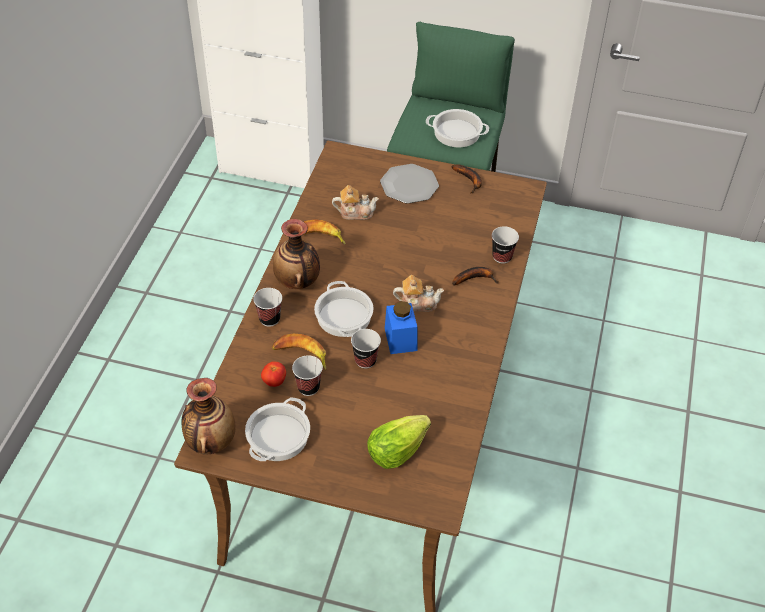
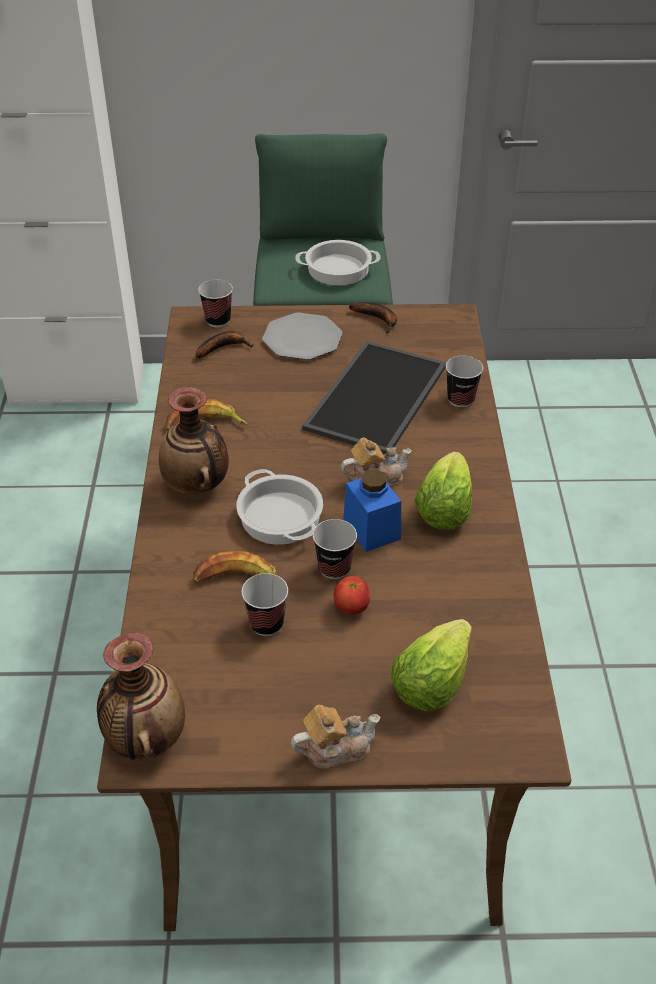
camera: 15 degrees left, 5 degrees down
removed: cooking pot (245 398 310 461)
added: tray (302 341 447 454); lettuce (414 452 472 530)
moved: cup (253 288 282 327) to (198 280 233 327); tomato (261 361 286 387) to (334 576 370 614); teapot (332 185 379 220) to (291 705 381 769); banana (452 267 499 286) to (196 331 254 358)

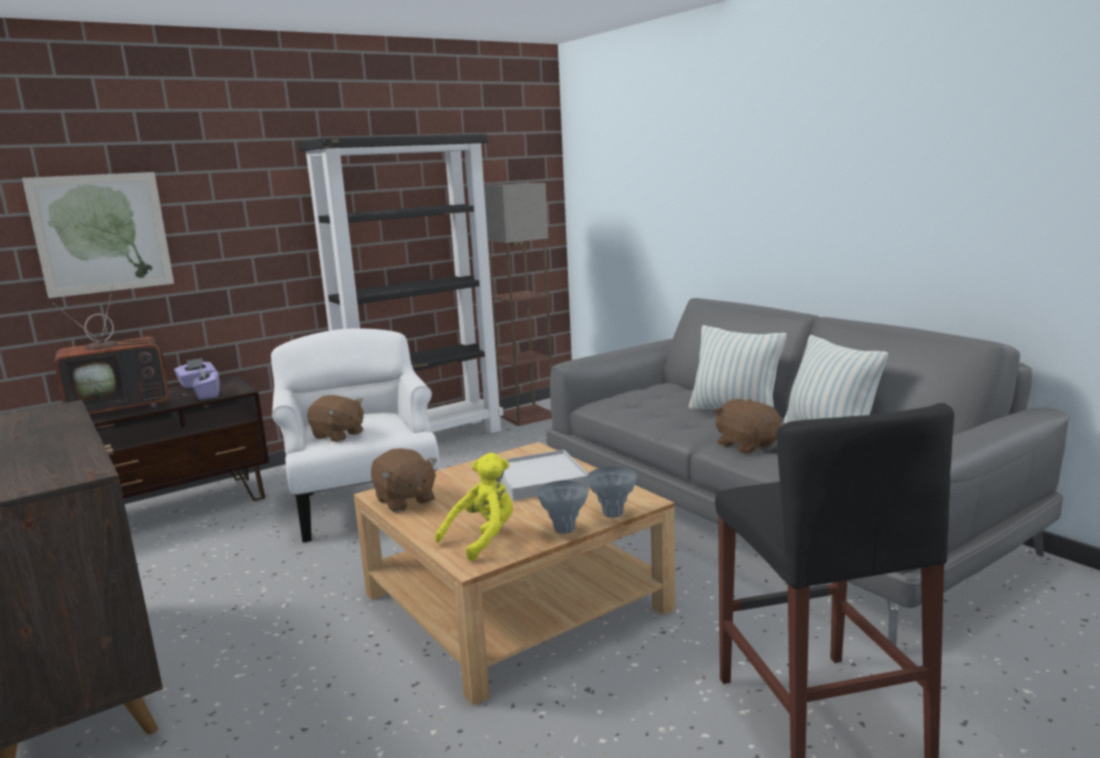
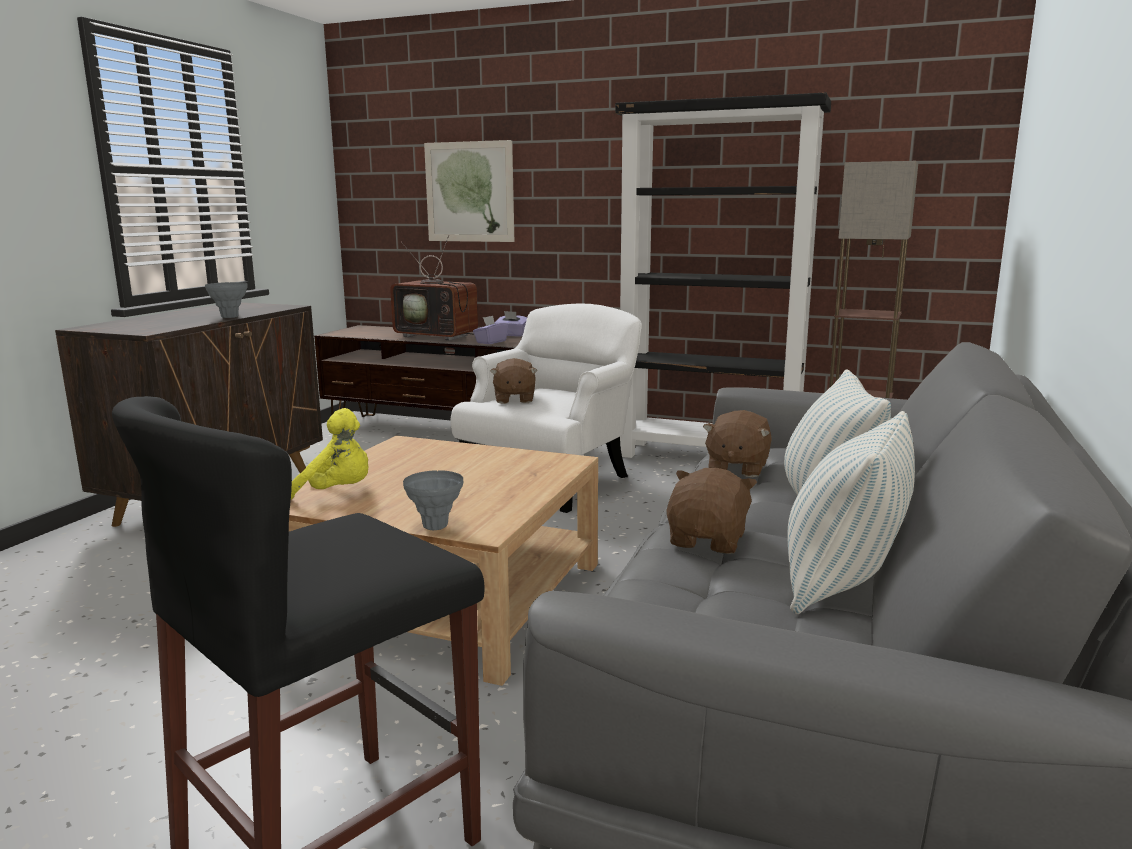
camera: 55 degrees right, 0 degrees up
removed: white tray (501 450 590 501)
moved: brown plush toy (371 448 437 512) to (703 410 772 477); grey vase (537 480 588 534) to (205 282 248 318)

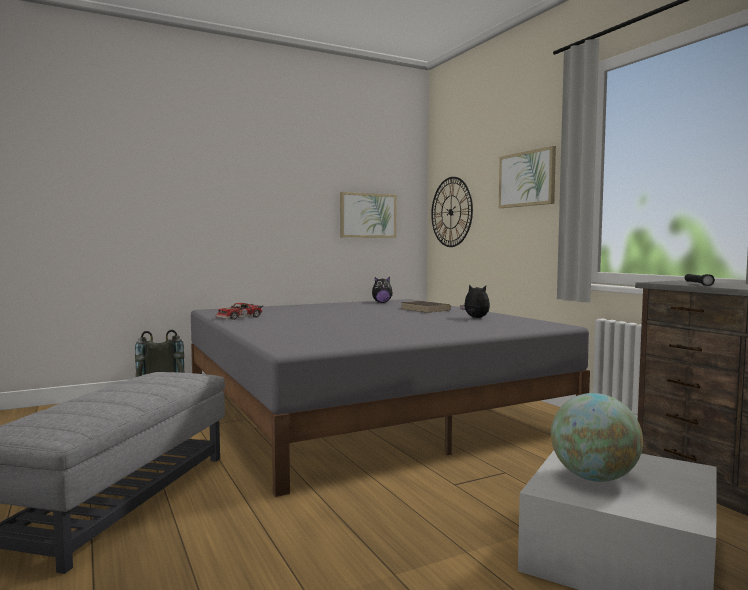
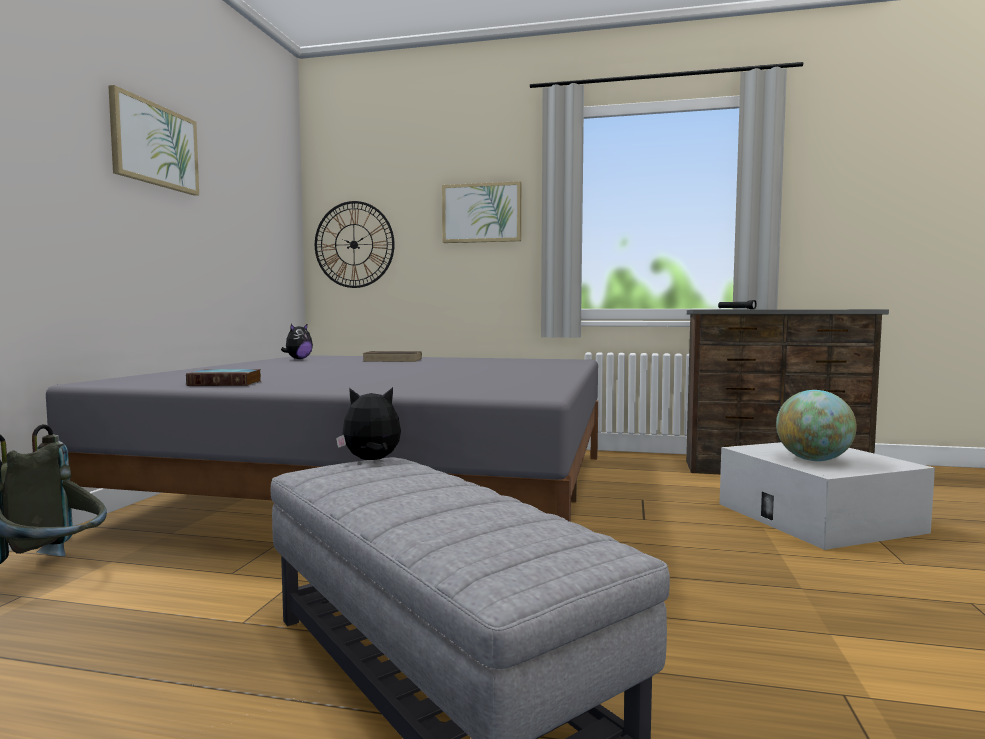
camera: 50 degrees left, 0 degrees up
moved: picture (340 192 396 238) to (108 85 199 196); plush toy (460 284 490 318) to (336 387 401 460)
replaced: toy car (215 303 263 320) to book (186 369 261 386)

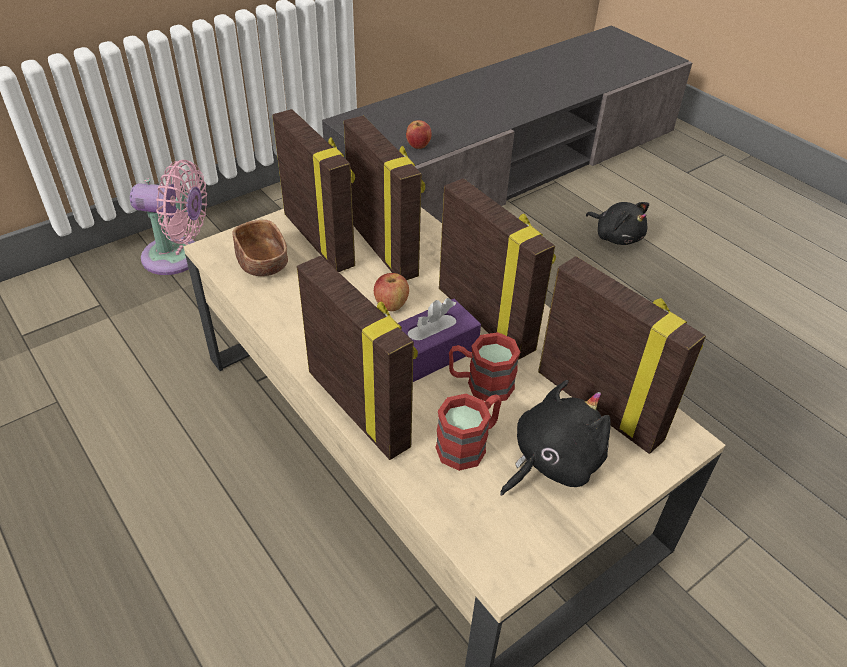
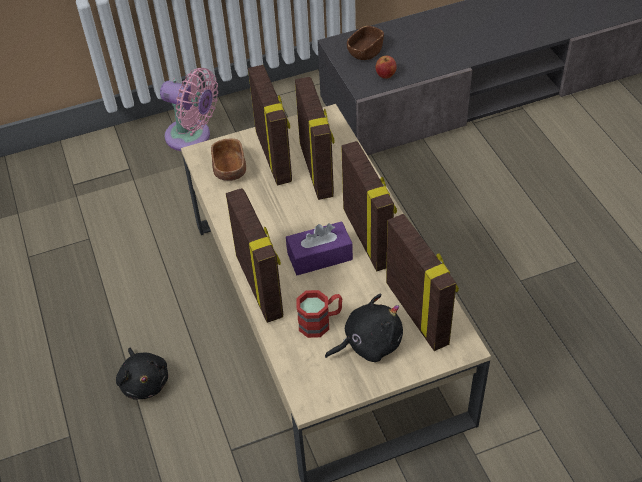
camera: 20 degrees right, 5 degrees up
removed: apple (374 273 409 311); red mug (449 332 520 401)
added: brown bowl (347 26 384 60)
moved: black plush toy (586 202 649 245) to (116 347 168 400)

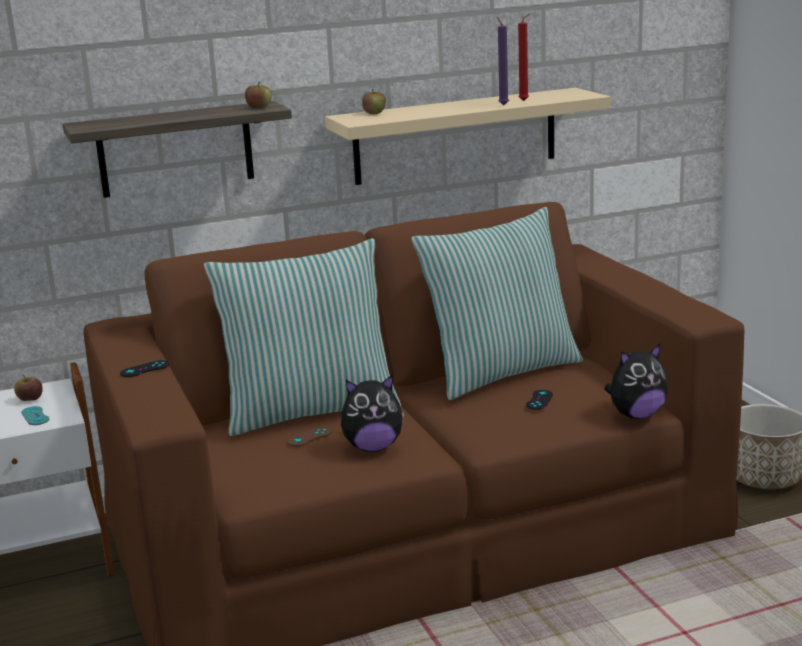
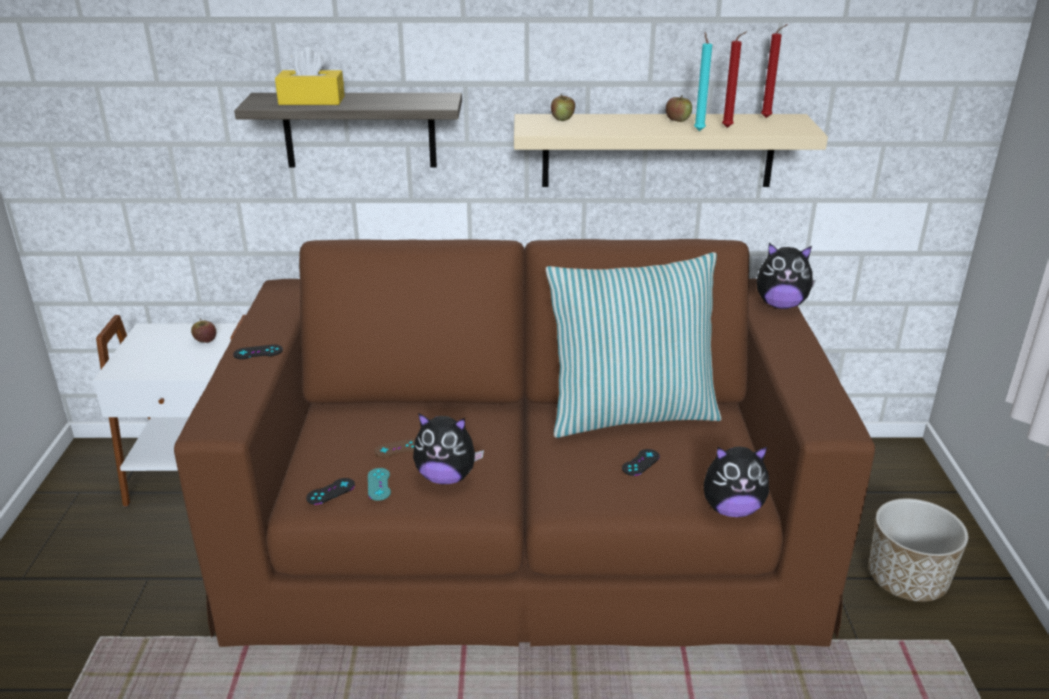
camera: 20 degrees right, 10 degrees up
removed: pillow (204 238 401 436)
added: yellow tissue box (275 47 345 105); black game controller (306 478 355 505); plush toy (756 243 816 309); red candle (761 24 788 118)
moved: turquoise game controller (21 406 49 425) to (368 468 391 501); apple (245 82 272 108) to (666 95 692 122)
recoloured: purple candle (497 17 509 105) to turquoise candle (694 32 712 131)

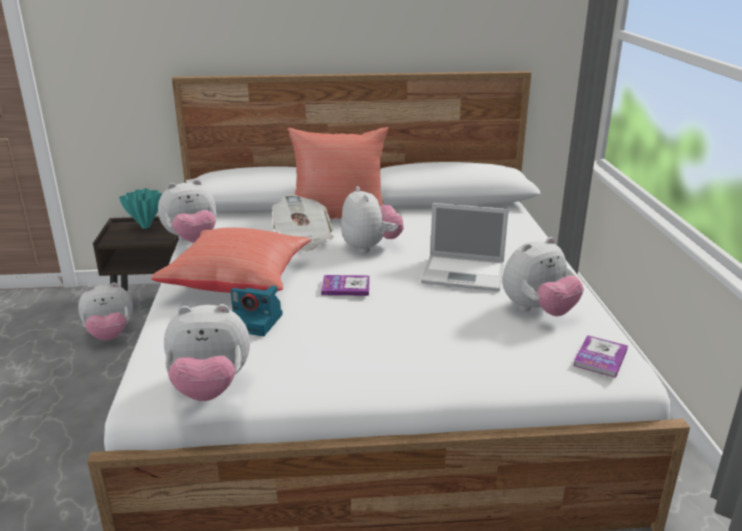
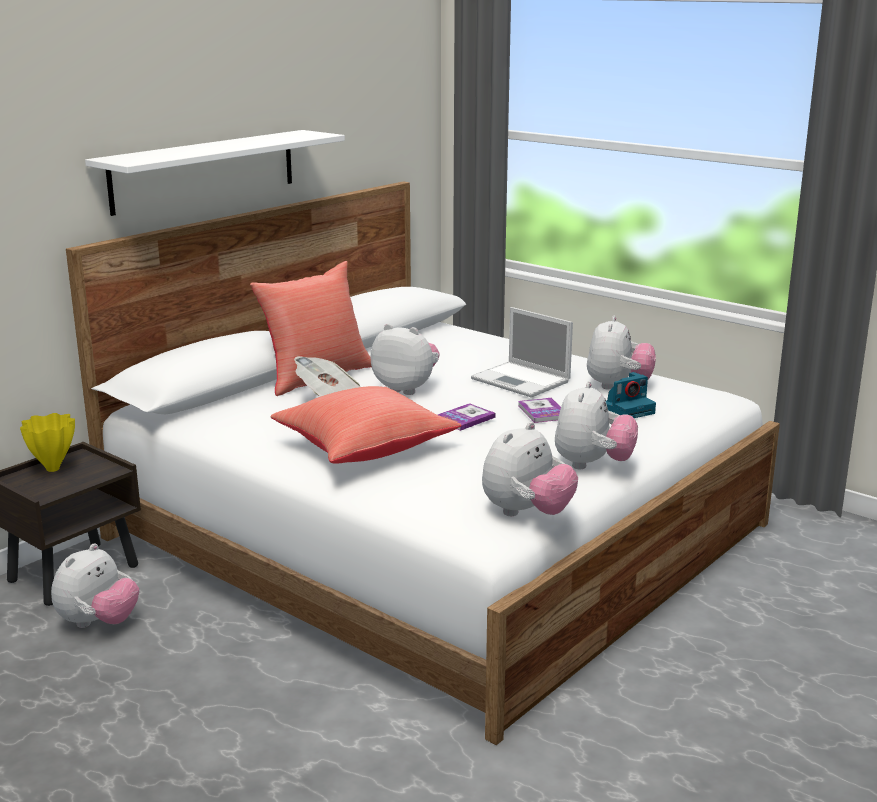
camera: 45 degrees left, 5 degrees down
added: white shelf (85 130 345 216)
moved: plush toy (158 179 216 242) to (555 381 638 469); photo camera (231 286 283 337) to (606 372 656 418); book (573 335 628 378) to (518 398 561 423)
recoloured: turquoise vase (119 188 162 229) to yellow vase (20 413 75 472)
turned: laptop (421 203 509 291) = (471 307 573 398) 75 degrees clockwise

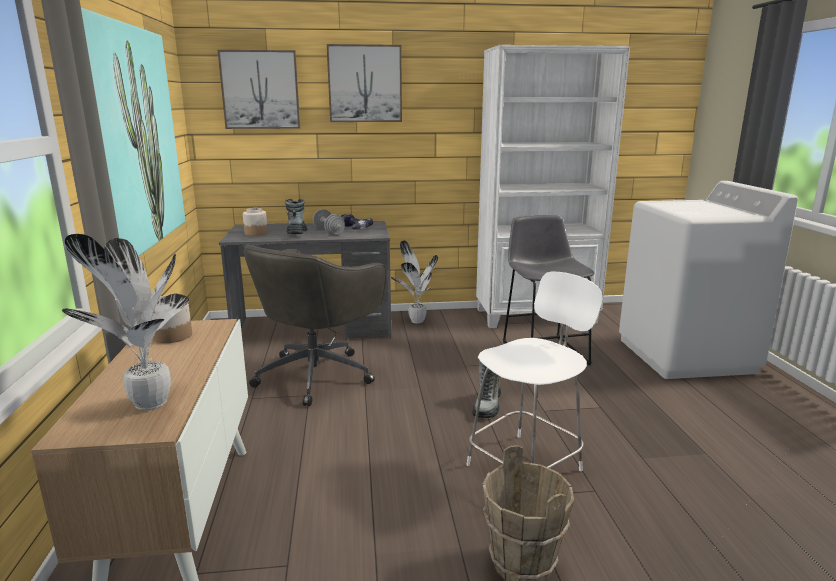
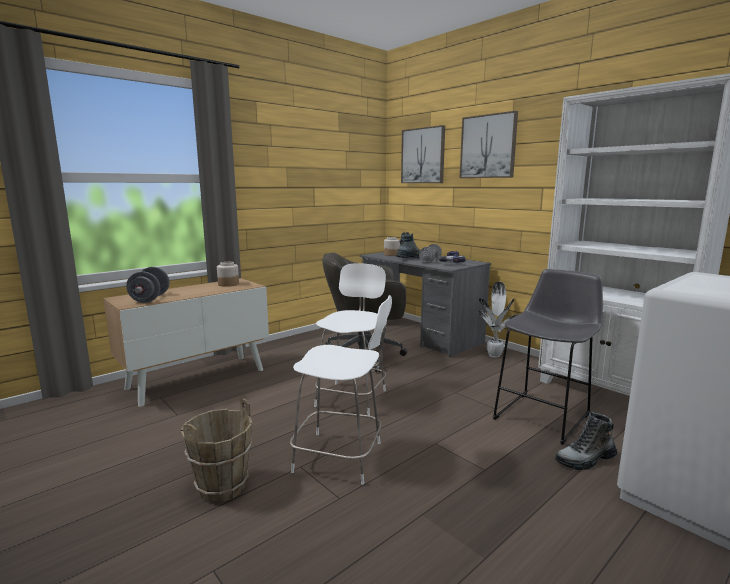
camera: 55 degrees right, 5 degrees down
removed: picture (81 8 186 256)
added: white stool (314 263 386 416)
moved: boot (472 361 502 418) to (555 411 617 470)
replaced: potted plant (62 234 189 411) to grey dumbbell (126 267 170 303)

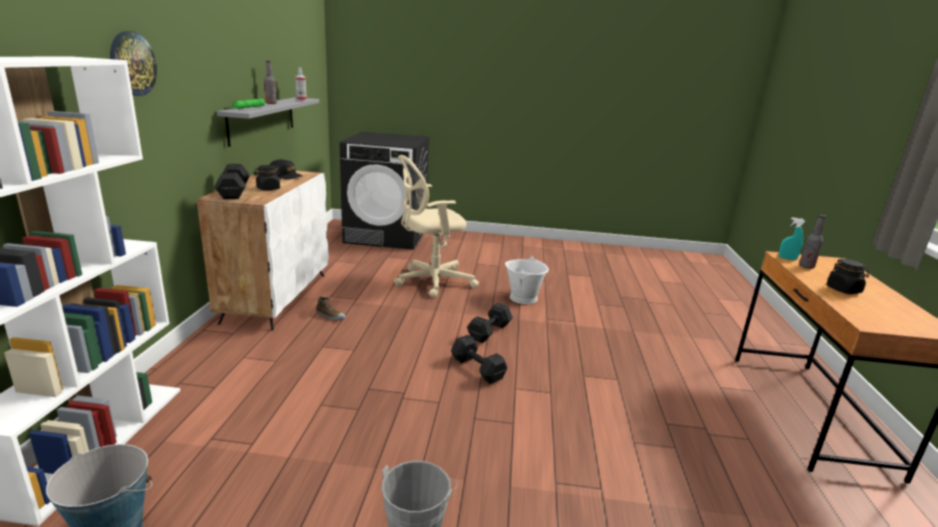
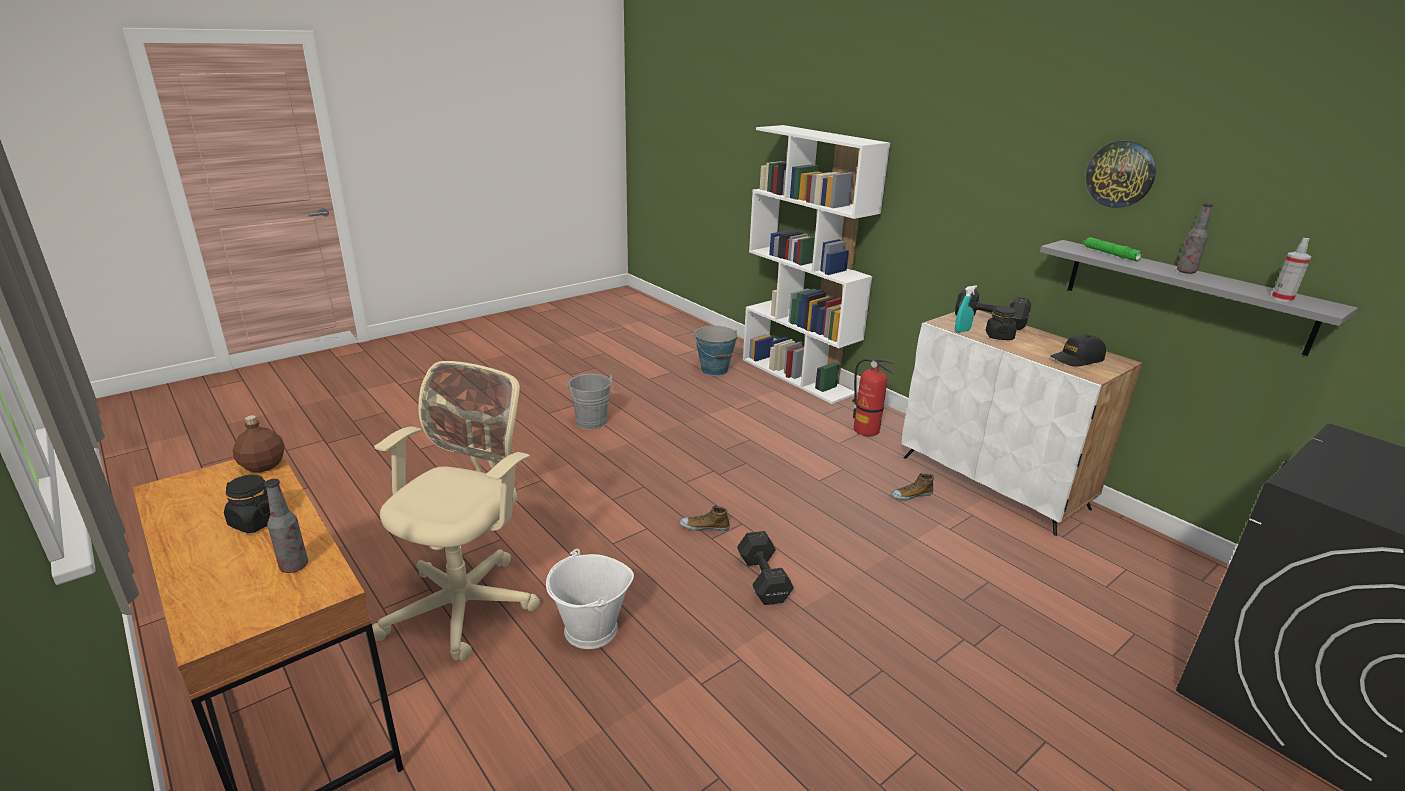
camera: 135 degrees right, 5 degrees up
added: brown bottle (233 415 284 472); fire extinguisher (852 359 894 436)
moved: wall clock (110 31 157 96) to (1086 141 1156 208); beige office chair (394 155 479 298) to (372 361 540 661); white bucket (505 256 549 304) to (546 549 634 649); turquoise spray bottle (779 217 806 260) to (955 285 977 333)
replaced: black dumbbell (451 335 507 384) to shoe (679 505 730 531)

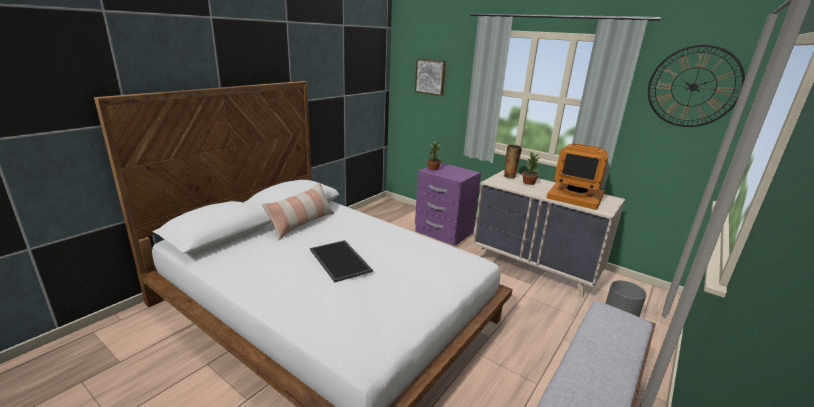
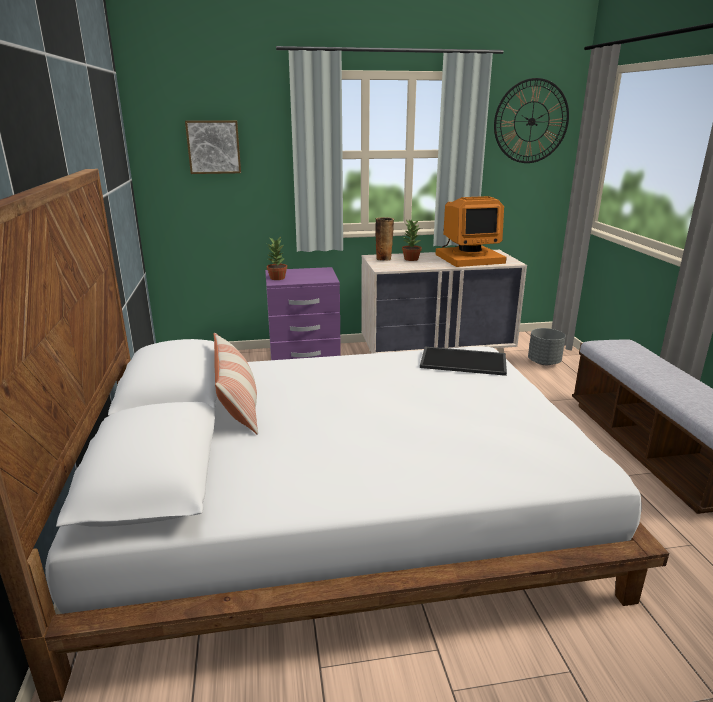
camera: 45 degrees left, 0 degrees up
moved: tray (310 240 373 282) to (420 347 507 376)

